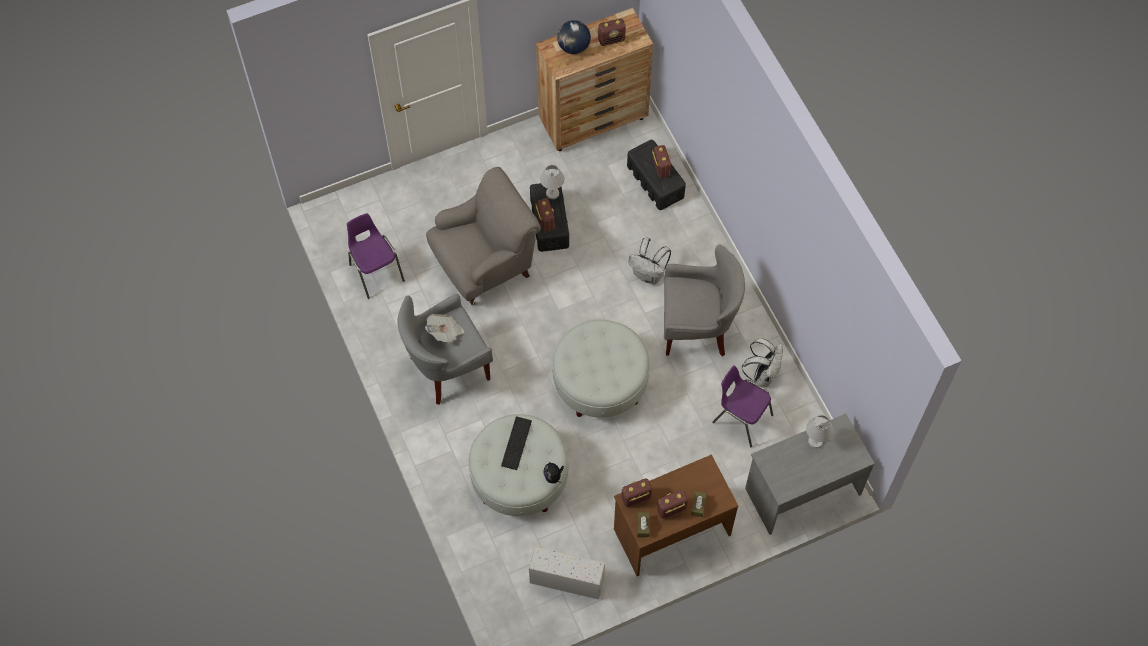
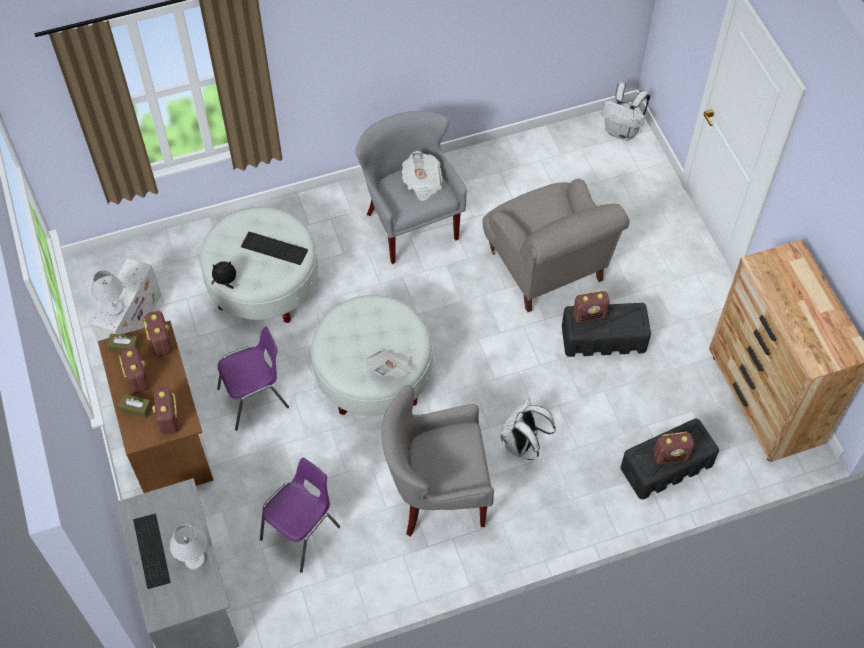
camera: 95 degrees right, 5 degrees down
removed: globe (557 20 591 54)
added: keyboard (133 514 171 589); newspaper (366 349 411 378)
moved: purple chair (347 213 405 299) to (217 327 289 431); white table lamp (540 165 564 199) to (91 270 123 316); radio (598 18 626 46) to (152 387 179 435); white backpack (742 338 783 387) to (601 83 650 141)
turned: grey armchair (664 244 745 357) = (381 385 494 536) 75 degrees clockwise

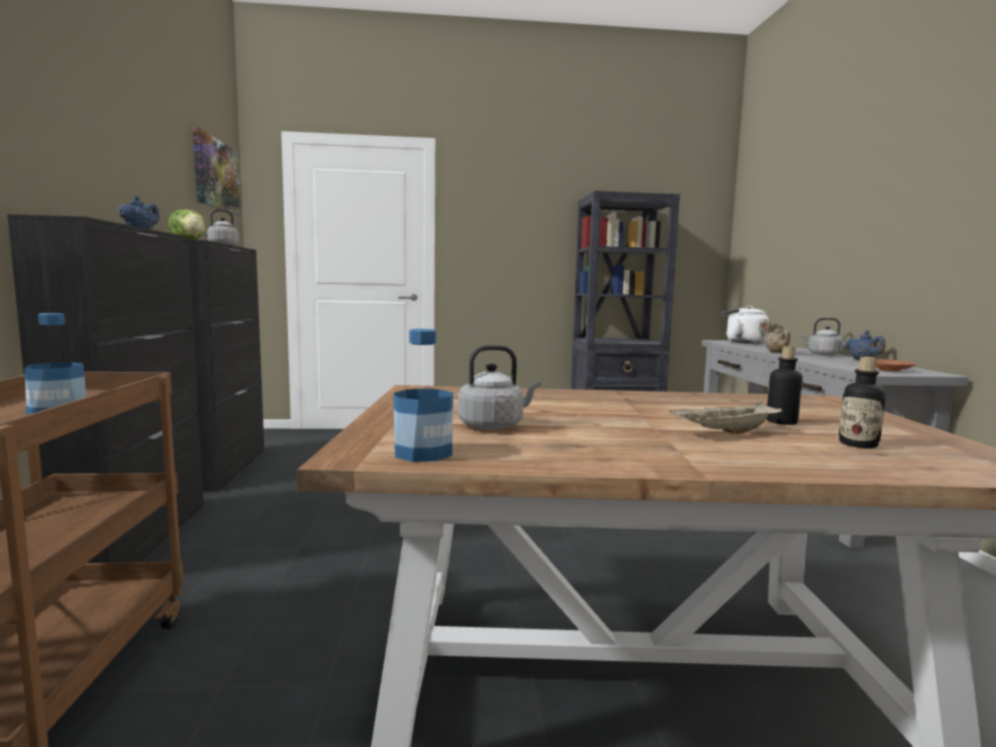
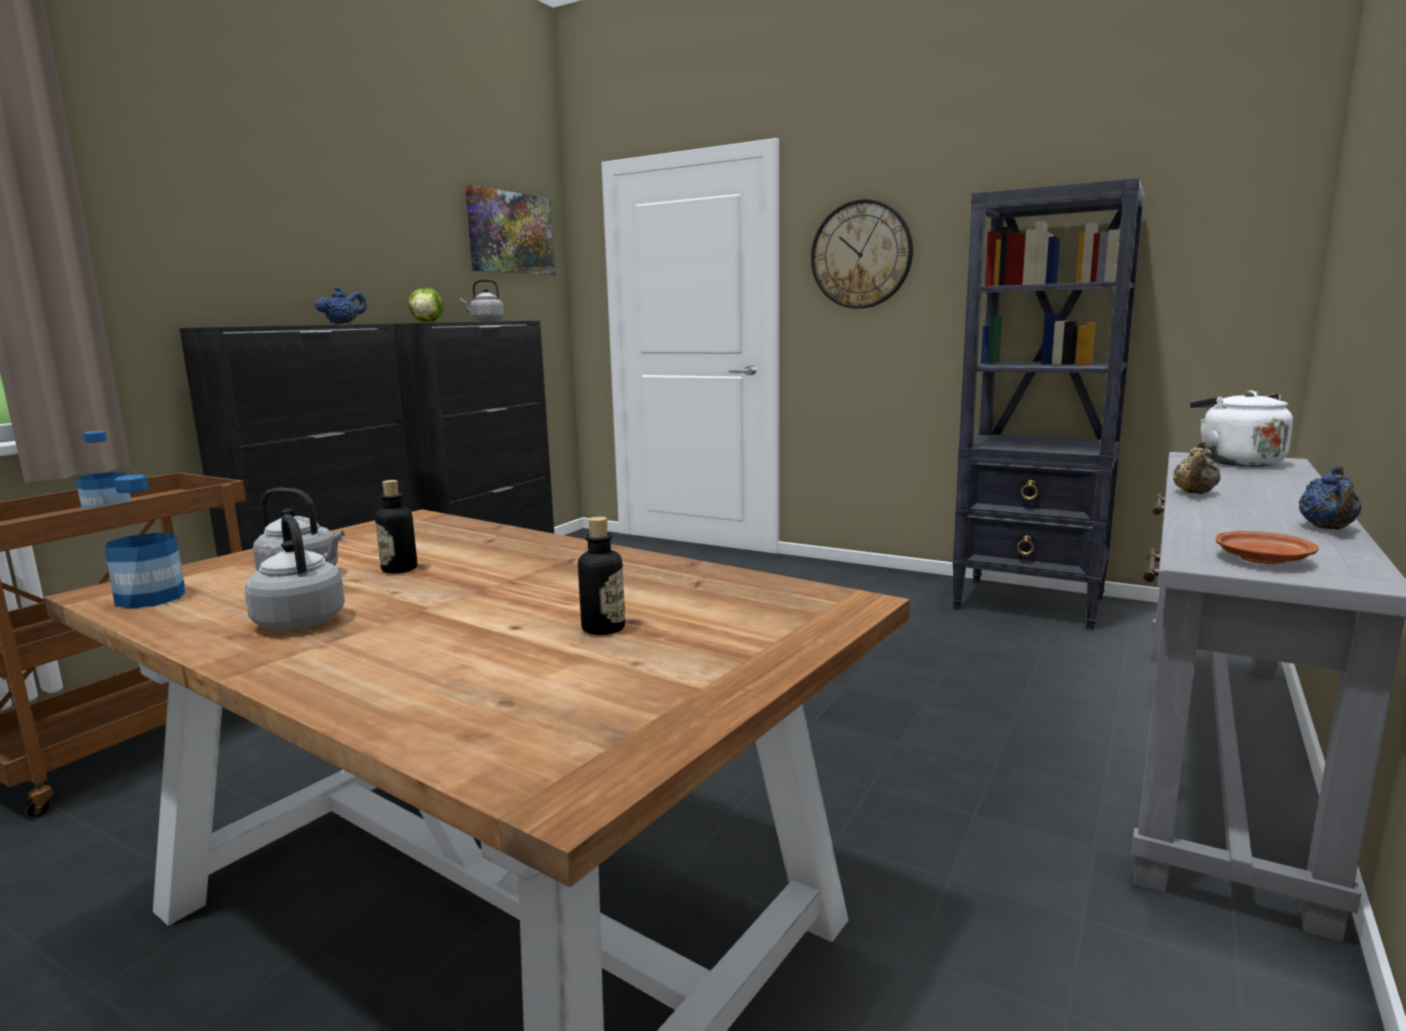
camera: 35 degrees right, 5 degrees up
removed: beige tray (669 402 782 434)
added: wall clock (811 199 913 309)
moved: grey kettle (800 318 843 356) to (245 514 345 630); bottle (839 357 885 448) to (375 480 417 573)

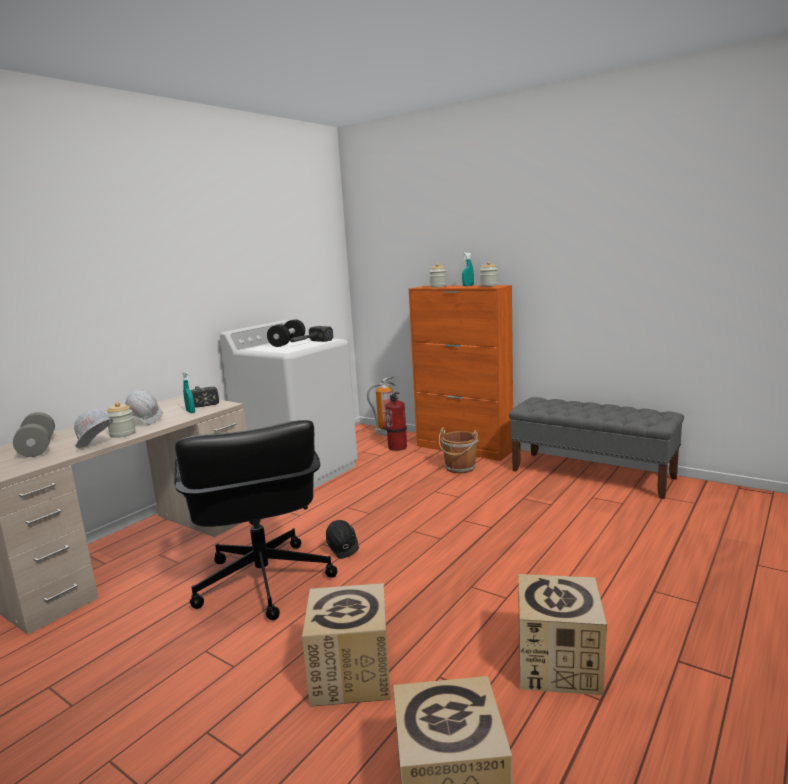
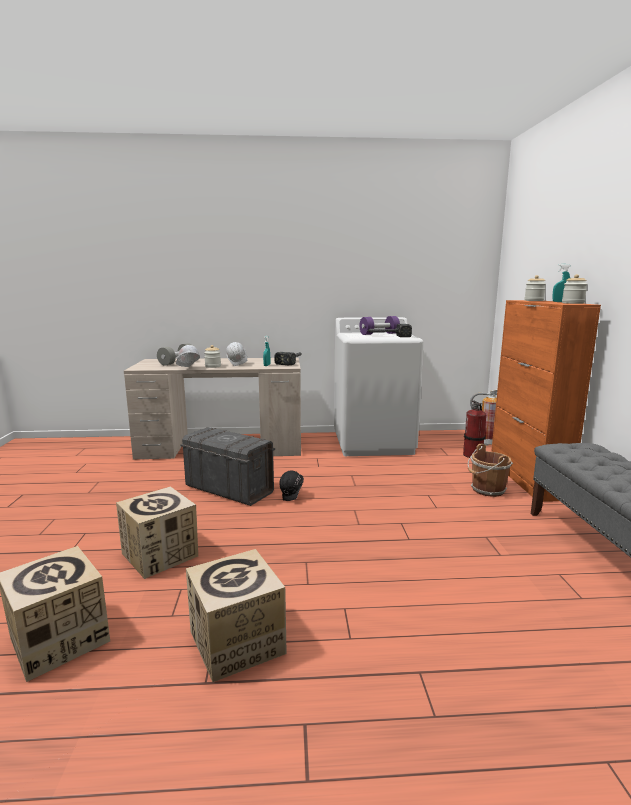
camera: 50 degrees right, 0 degrees up
replaced: black office chair (174 420 338 620) to grey storage box (180 427 275 506)
recoloured: black dumbbell (267 319 305 347) to purple dumbbell (360 316 400 335)

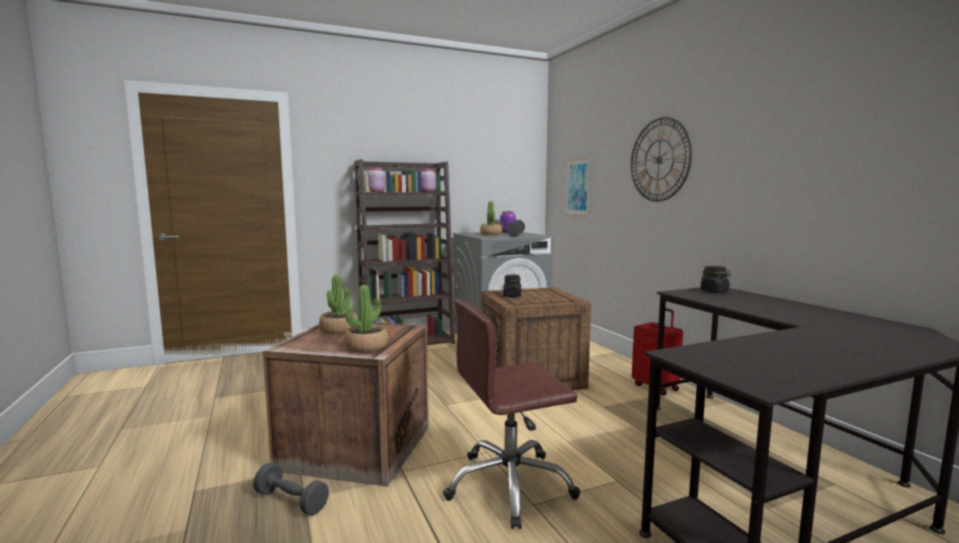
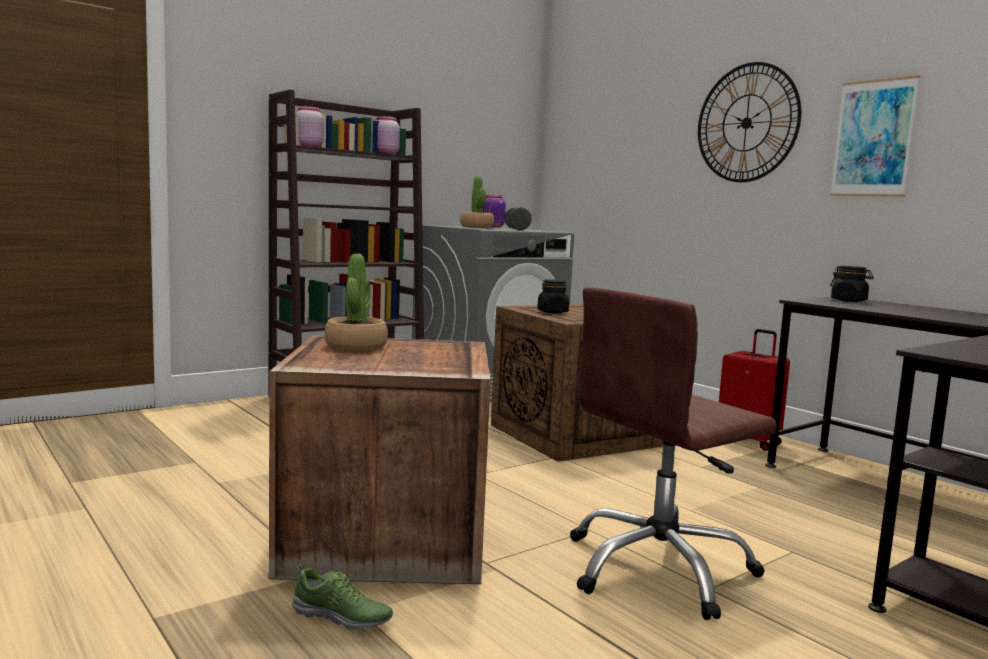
camera: 15 degrees left, 0 degrees up
removed: potted plant (344 285 388 352)
moved: picture (566 158 590 216) to (830 75 920 197)
replaced: grey dumbbell (253 463 329 515) to shoe (292 565 393 630)

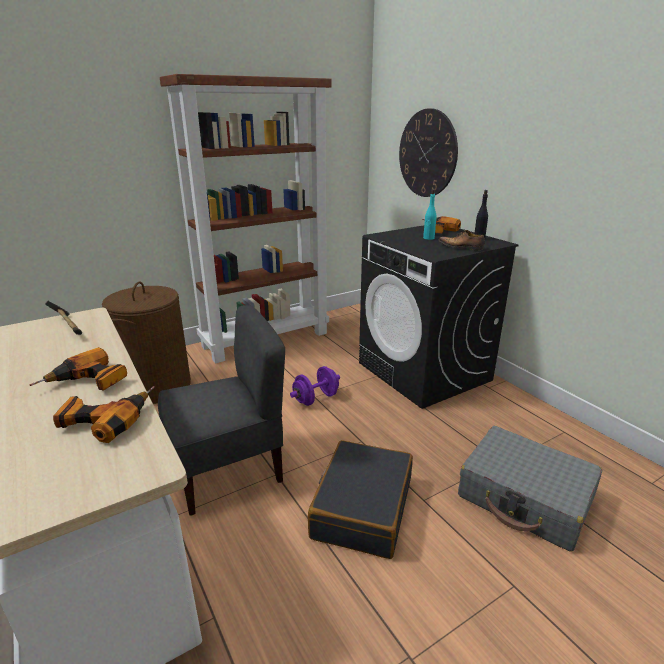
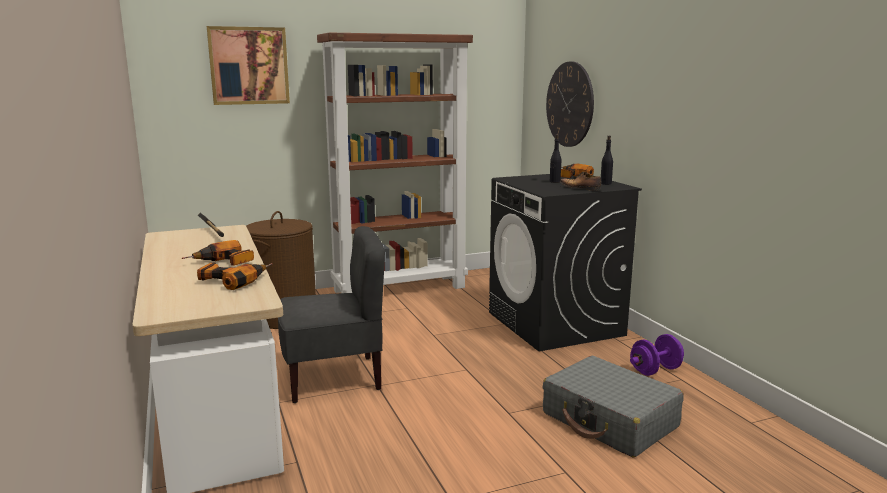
camera: 10 degrees right, 10 degrees down
removed: black suitcase (308 440 413 559)
added: picture (207 26 290 105)
moved: purple dumbbell (290 366 340 406) to (630 334 684 376)
recoloured: turquoise bottle (423 189 436 240) to black bottle (550 134 561 183)

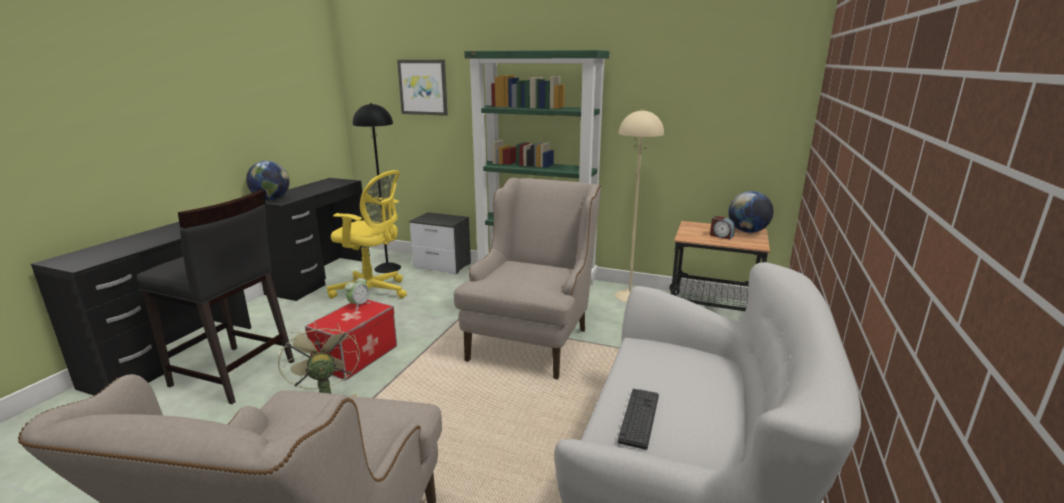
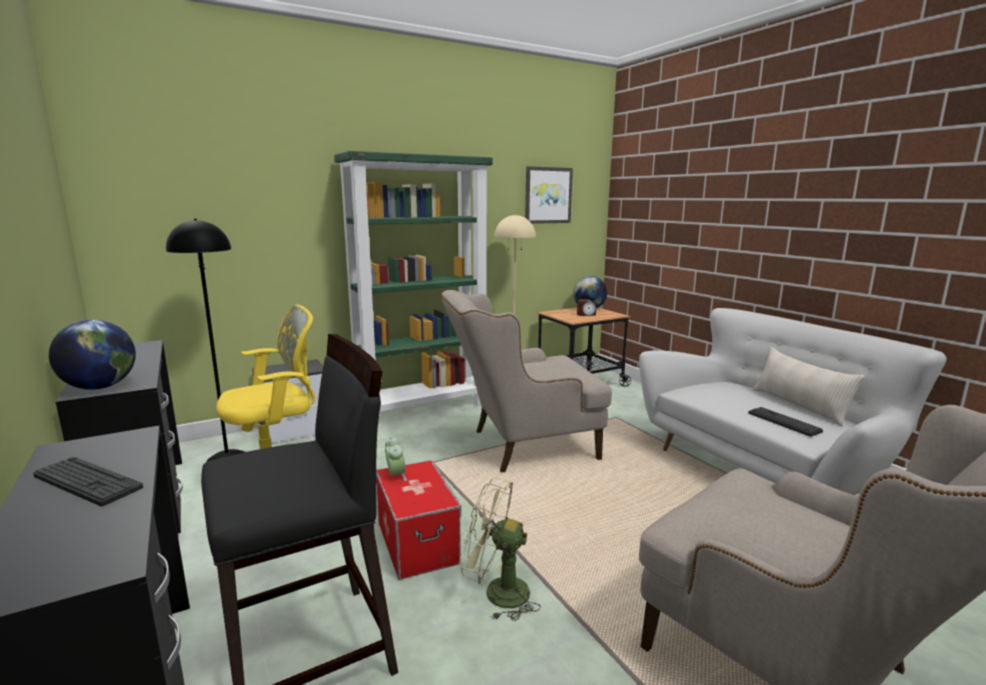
camera: 50 degrees left, 5 degrees down
added: keyboard (33 457 143 506); beige pillow (753 347 866 426)
moved: picture (397 60 448 116) to (525 166 573 224)
turned: beige armchair (454 178 601 380) = (441 290 612 473) 75 degrees counterclockwise

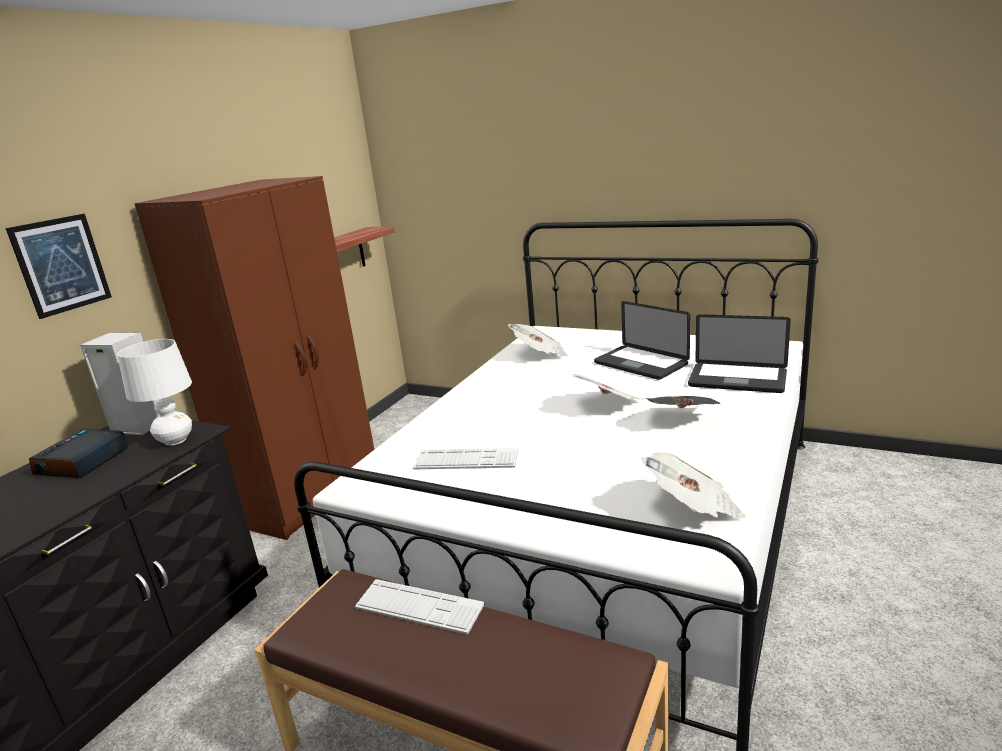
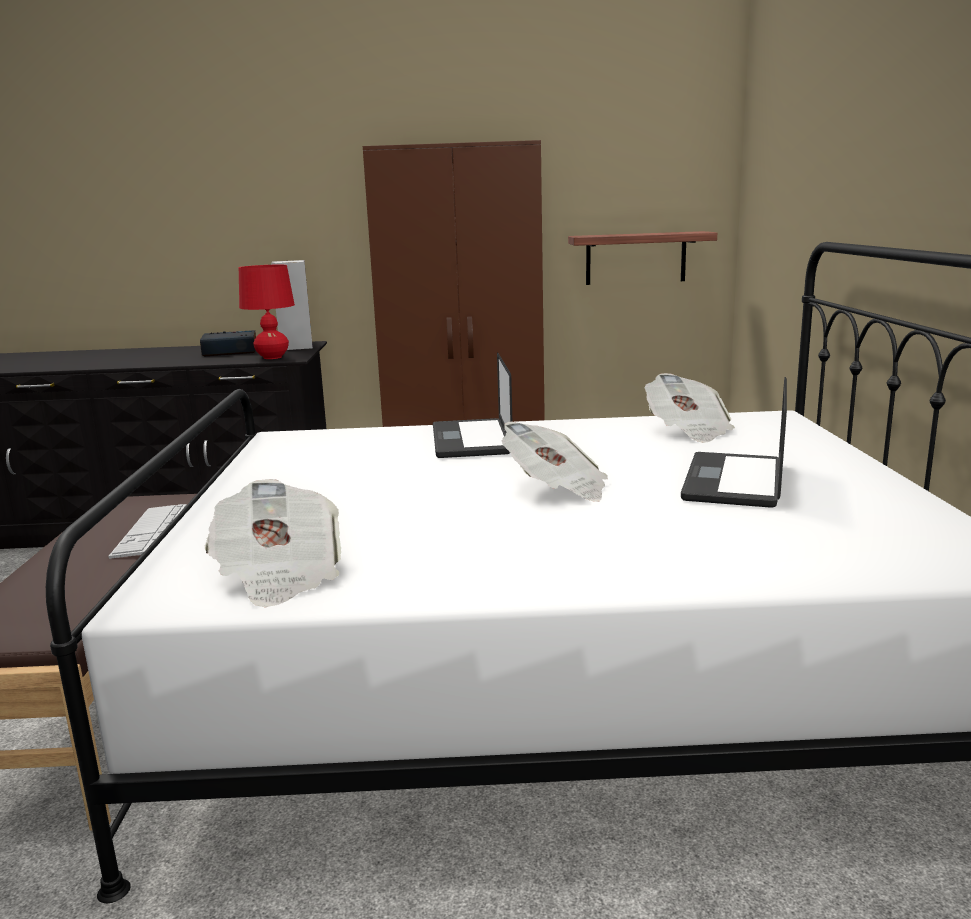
camera: 60 degrees right, 5 degrees down
removed: picture (6 214 112 319); keyboard (413 448 519 469); newspaper (646 396 720 408)
moved: laptop (688 314 791 393) to (433 352 512 458)
recoloured: white table lamp (117 339 192 446) to red table lamp (239 265 295 359)

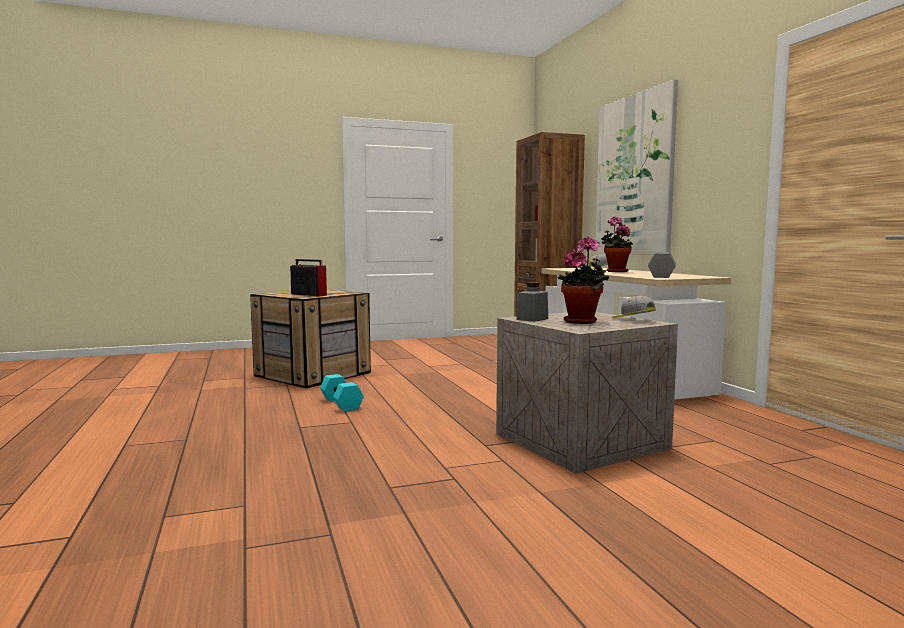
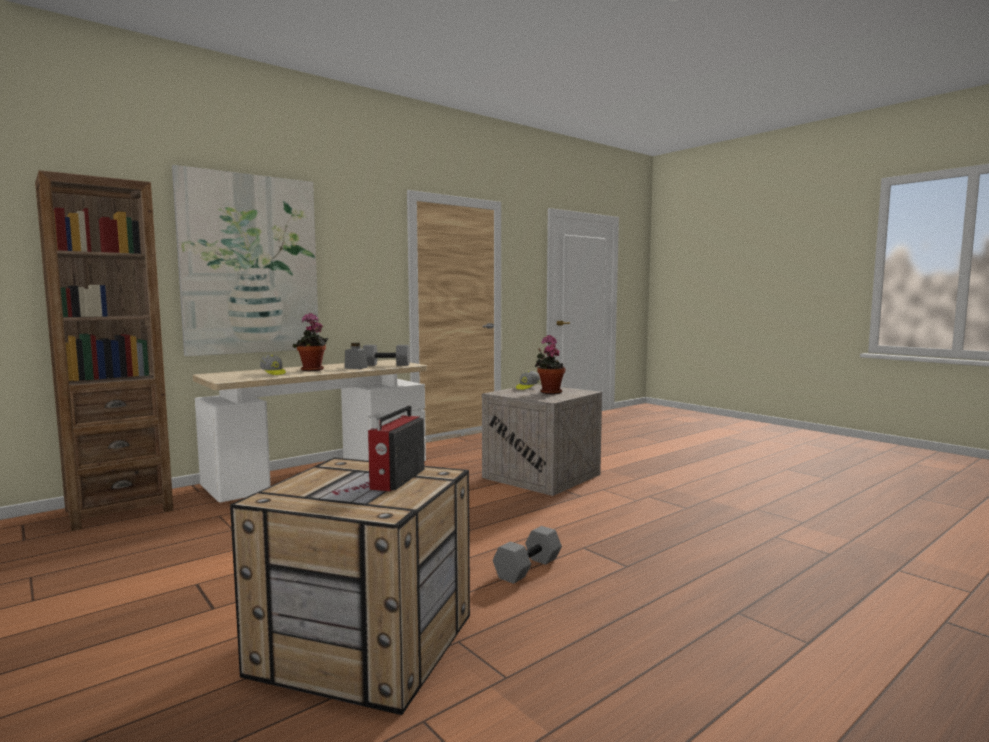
camera: 110 degrees left, 0 degrees up
moved: grey jar (516 282 548 322) to (345 343 368 369)
recoloured: turquoise dumbbell (320 374 364 412) to grey dumbbell (493 526 562 584)

